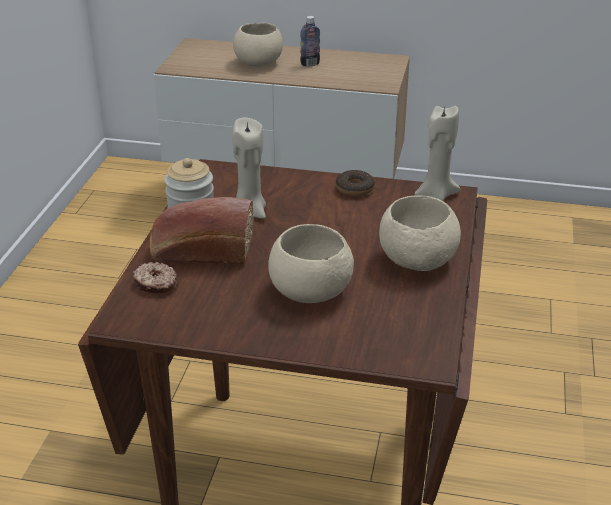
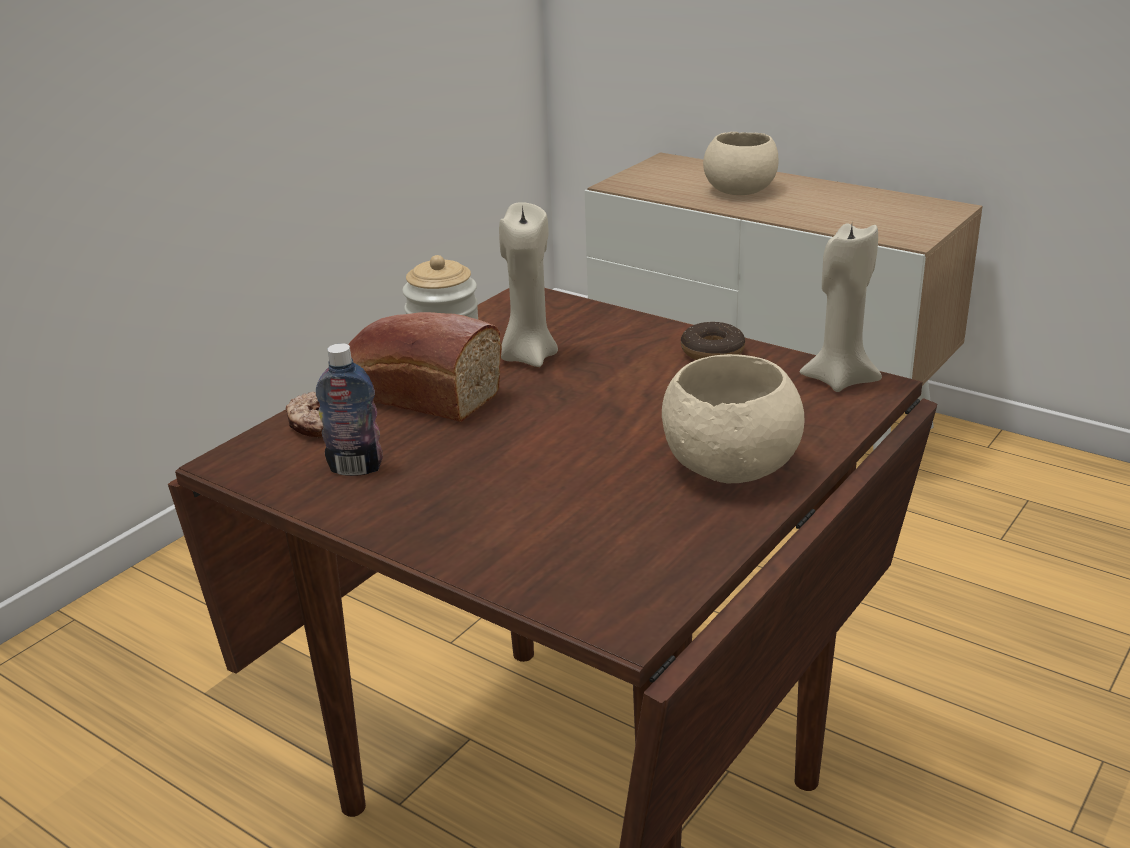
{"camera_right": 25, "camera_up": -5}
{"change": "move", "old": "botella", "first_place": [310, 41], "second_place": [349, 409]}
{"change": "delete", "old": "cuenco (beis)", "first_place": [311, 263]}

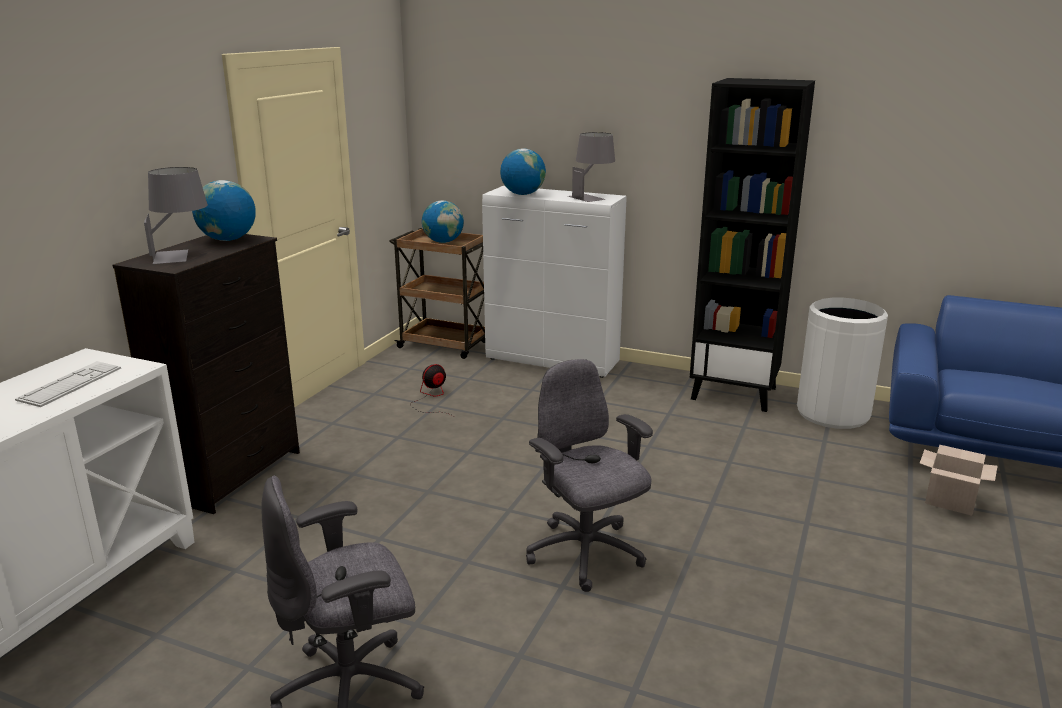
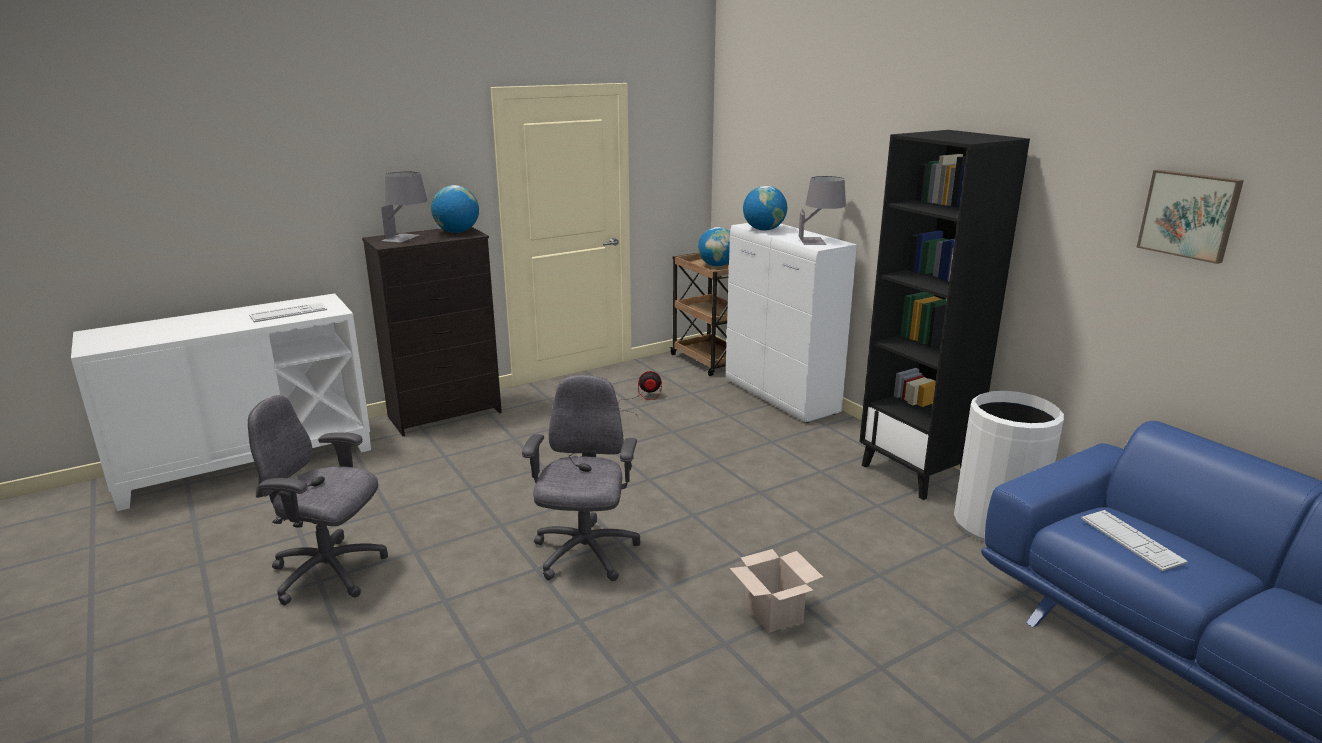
{"camera_right": 35, "camera_up": 0}
{"change": "move", "old": "caja de cartón", "first_place": [959, 480], "second_place": [776, 591]}
{"change": "insert", "new": "cuadro", "second_place": [1190, 217]}
{"change": "insert", "new": "teclado", "second_place": [1134, 540]}

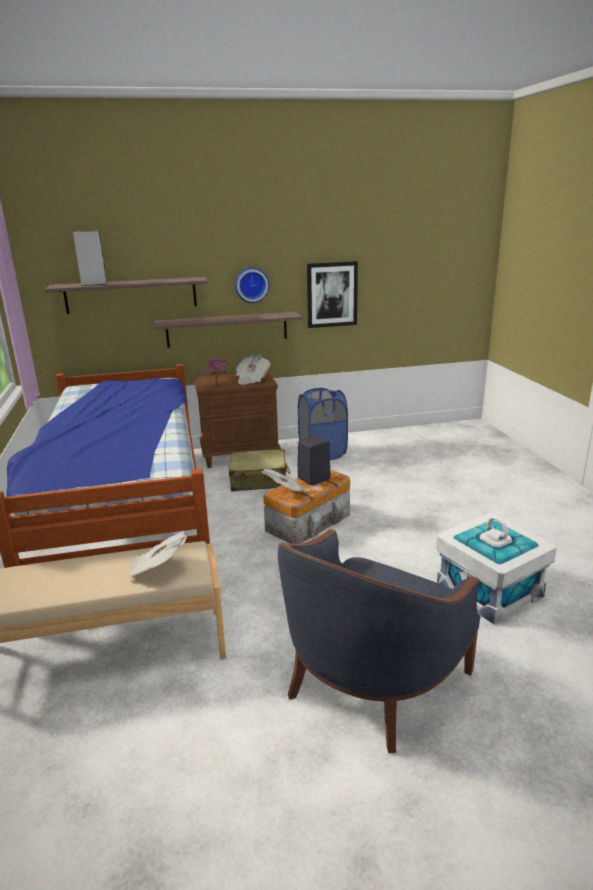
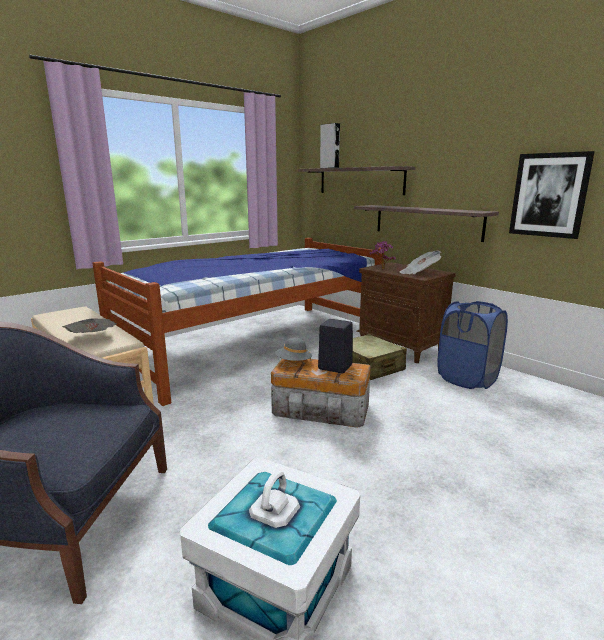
{"camera_right": 60, "camera_up": -5}
{"change": "delete", "old": "reloj de pared", "first_place": [252, 285]}
{"change": "replace", "old": "periódico", "new": "sombrero (gris)", "first_place": [286, 480], "second_place": [293, 349]}

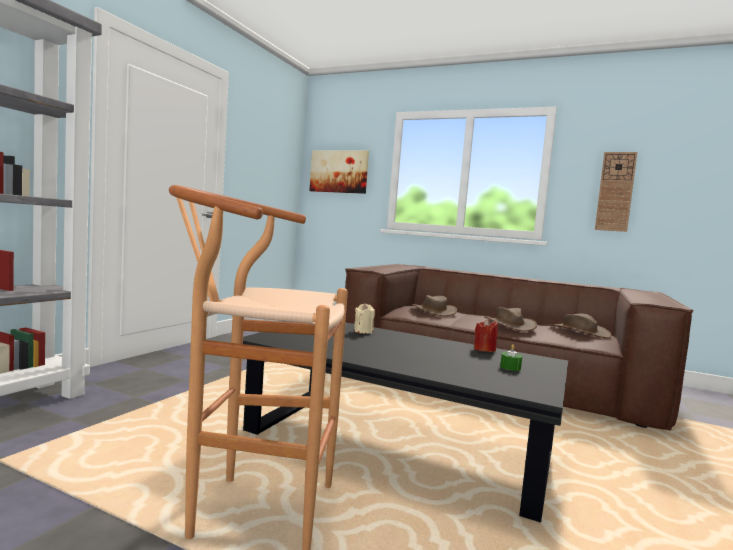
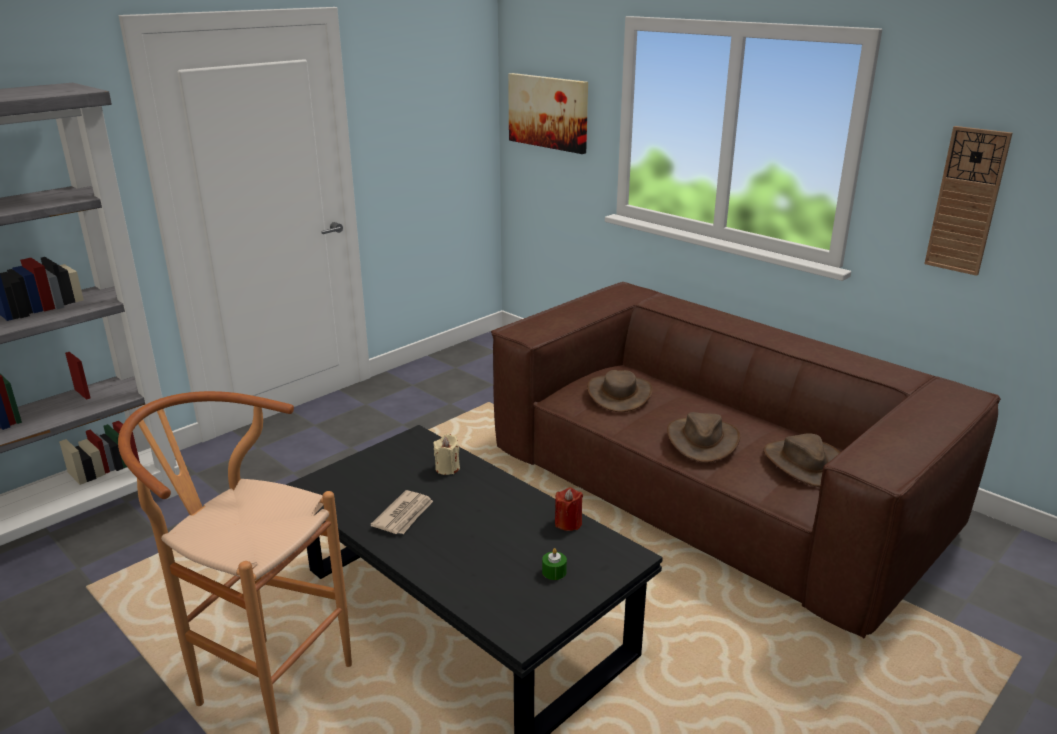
{"camera_right": 20, "camera_up": 20}
{"change": "insert", "new": "periódico", "second_place": [401, 512]}

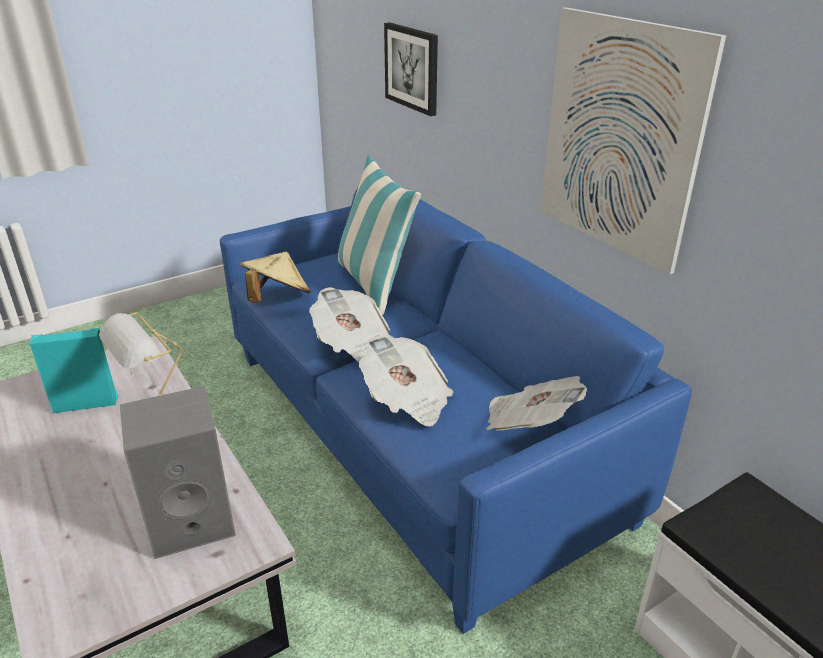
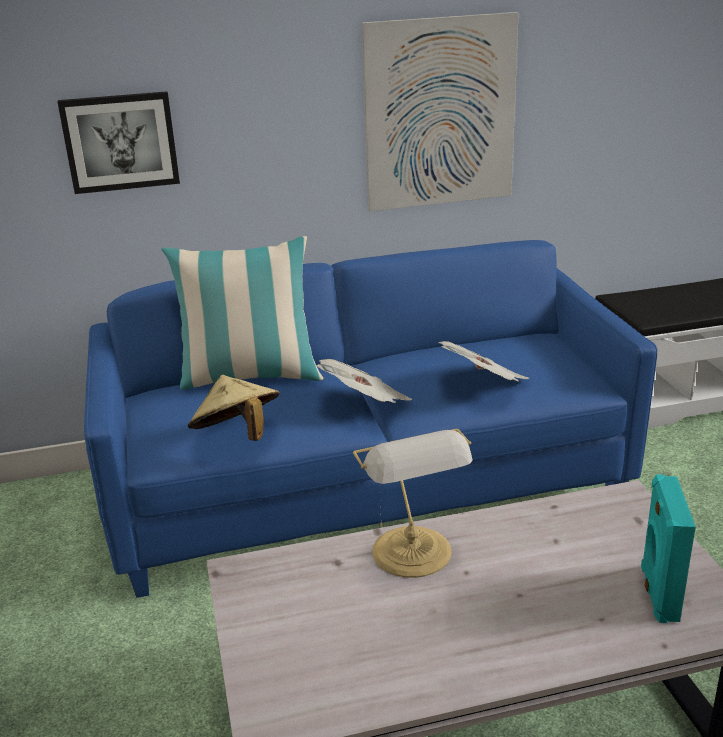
{"camera_right": -70, "camera_up": -5}
{"change": "move", "old": "altavoz (turquesa)", "first_place": [74, 370], "second_place": [668, 548]}
{"change": "delete", "old": "periódico", "first_place": [537, 403]}
{"change": "delete", "old": "altavoz (gris)", "first_place": [178, 472]}

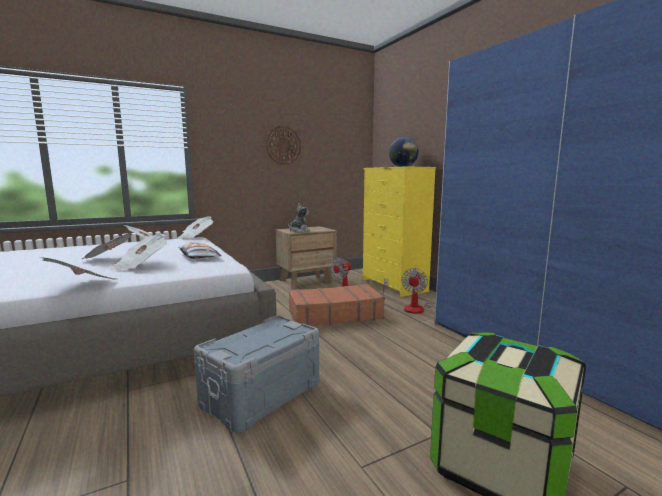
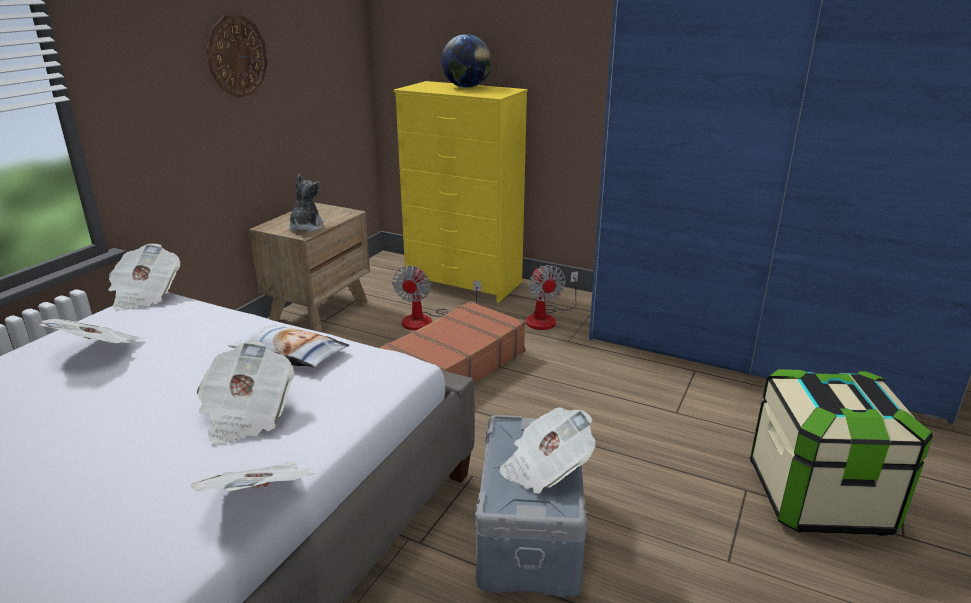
{"camera_right": -35, "camera_up": 15}
{"change": "move", "old": "periódico", "first_place": [107, 246], "second_place": [548, 450]}

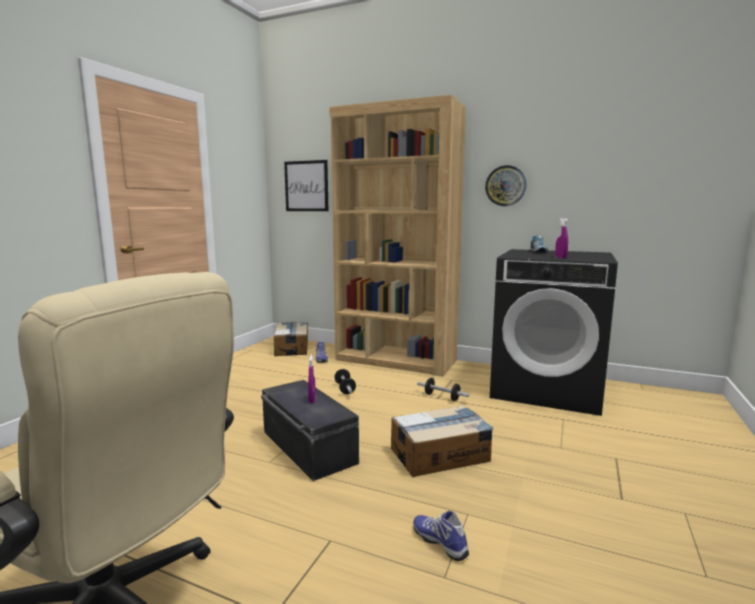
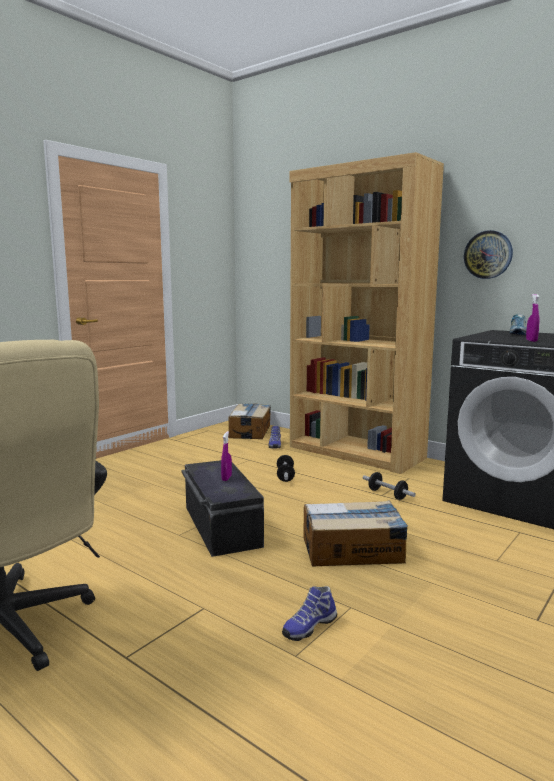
{"camera_right": 15, "camera_up": 0}
{"change": "delete", "old": "cuadro", "first_place": [306, 185]}
{"change": "rotate", "old": "zapato", "first_place": [441, 536], "second_place": [309, 613], "degrees": -105}

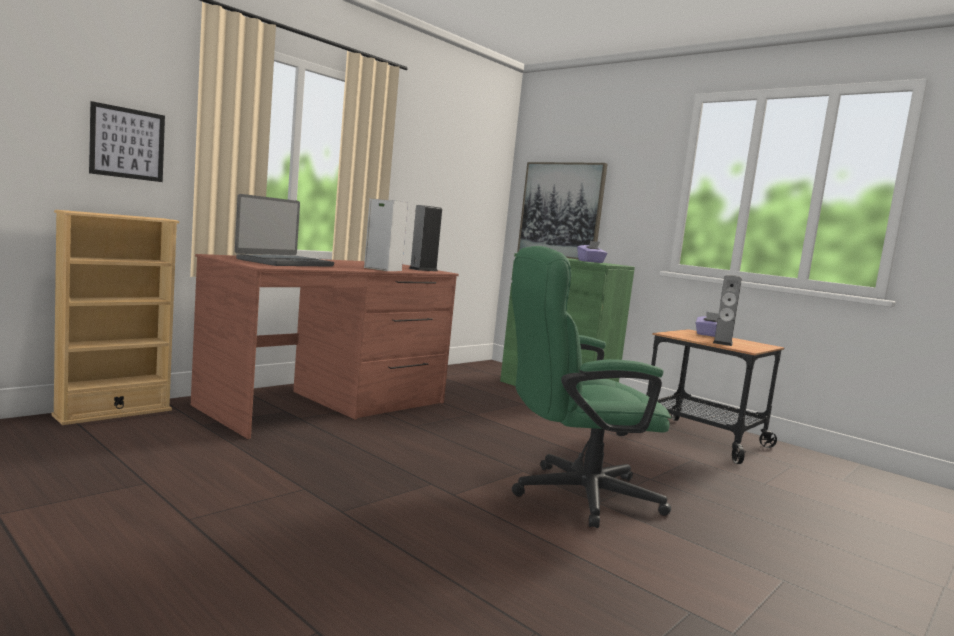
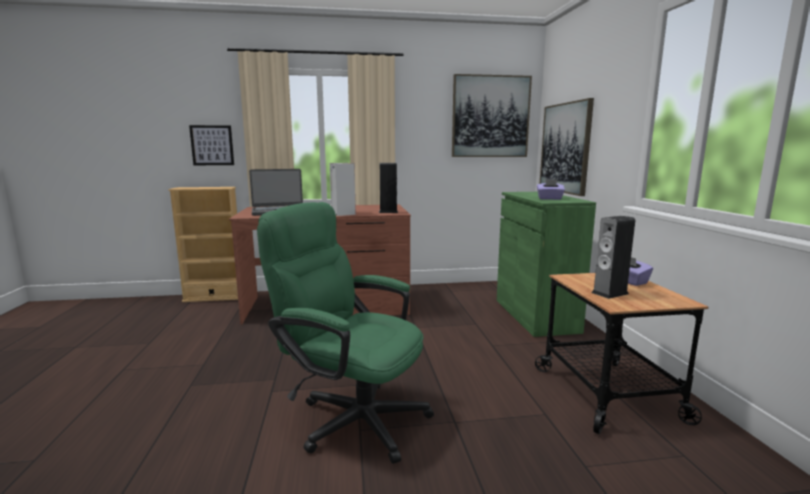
{"camera_right": 40, "camera_up": 5}
{"change": "insert", "new": "cuadro", "second_place": [492, 115]}

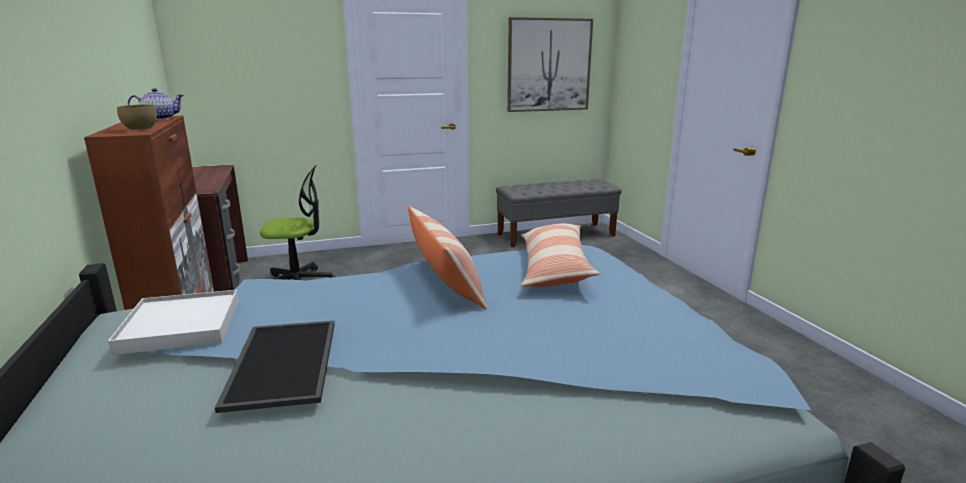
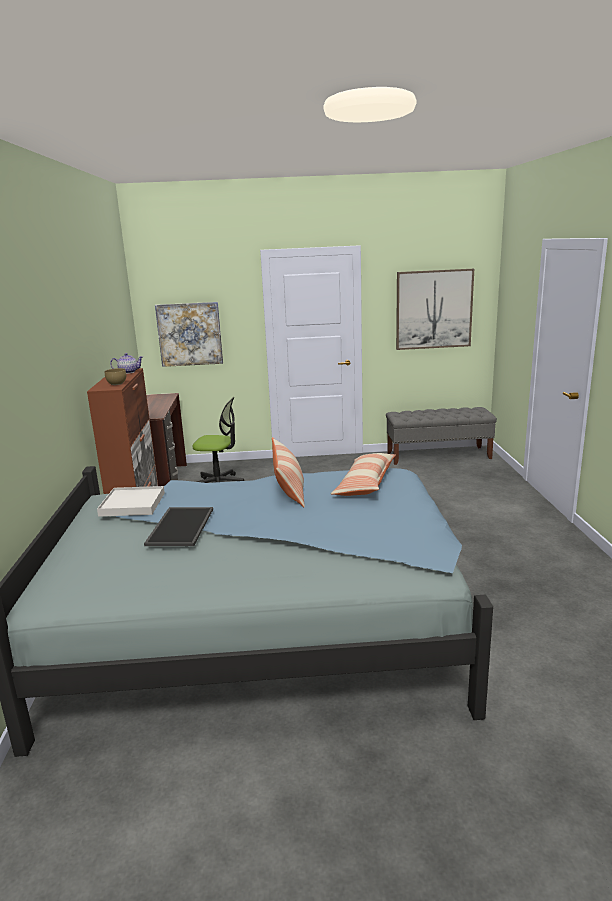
{"camera_right": 15, "camera_up": 0}
{"change": "insert", "new": "cuadro", "second_place": [189, 334]}

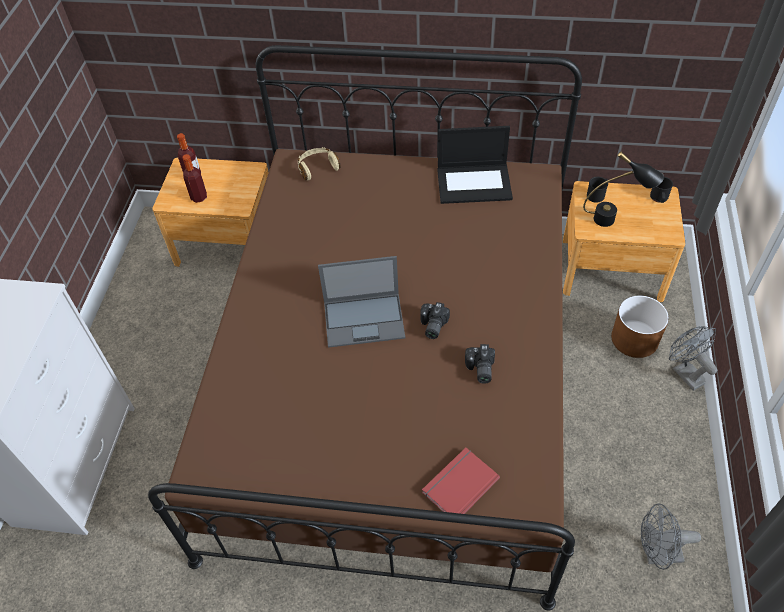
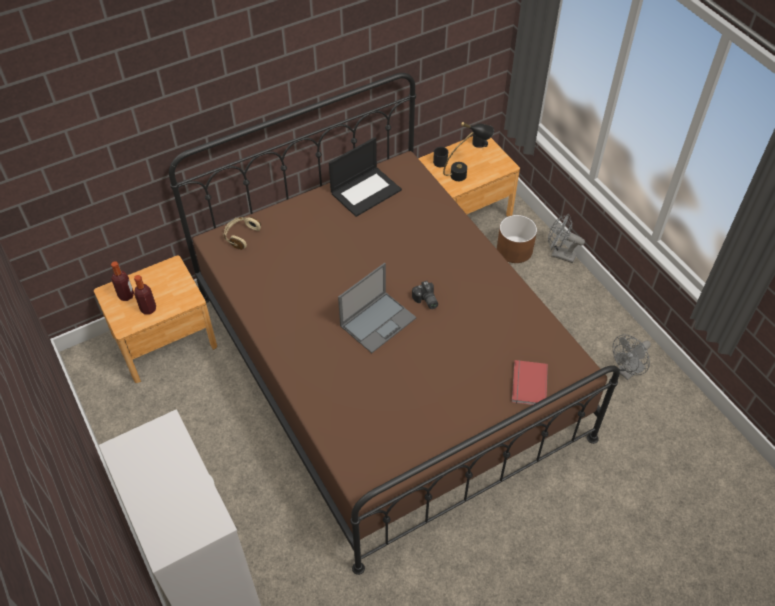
{"camera_right": -40, "camera_up": 0}
{"change": "delete", "old": "cámara", "first_place": [480, 364]}

